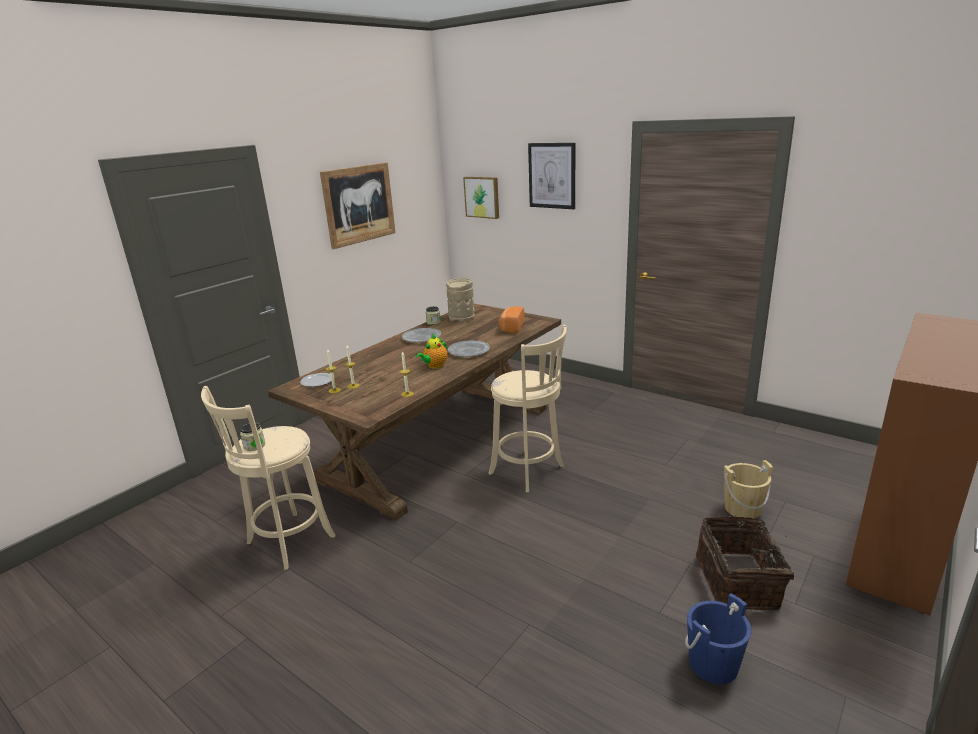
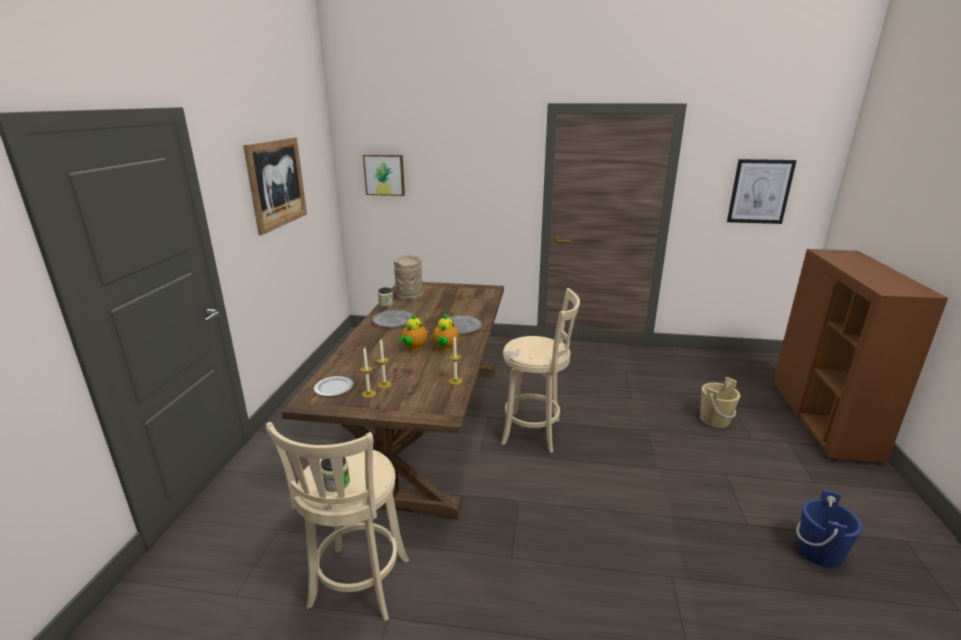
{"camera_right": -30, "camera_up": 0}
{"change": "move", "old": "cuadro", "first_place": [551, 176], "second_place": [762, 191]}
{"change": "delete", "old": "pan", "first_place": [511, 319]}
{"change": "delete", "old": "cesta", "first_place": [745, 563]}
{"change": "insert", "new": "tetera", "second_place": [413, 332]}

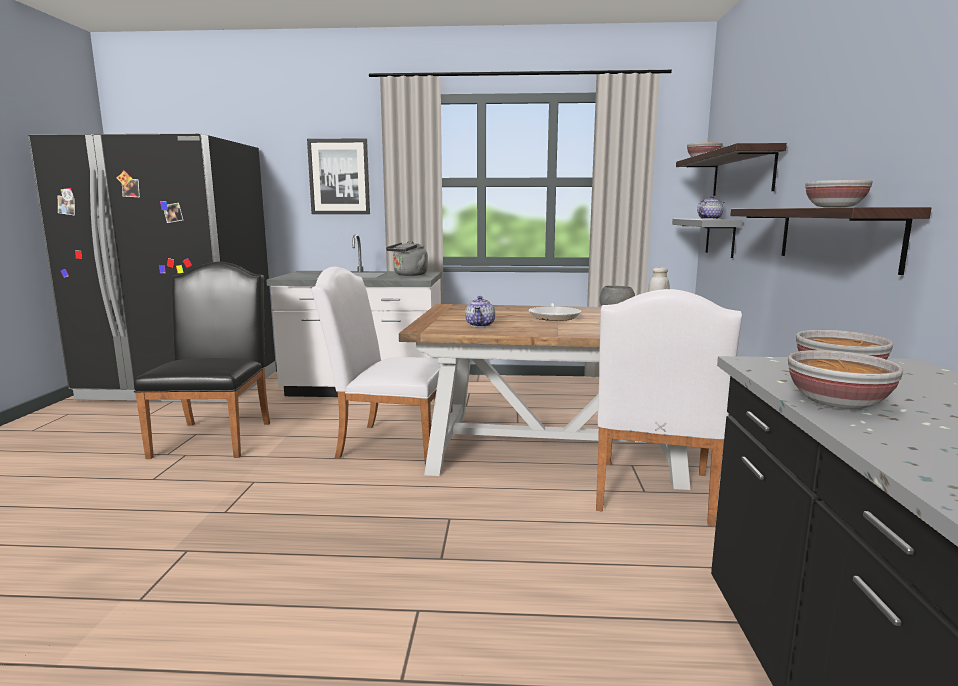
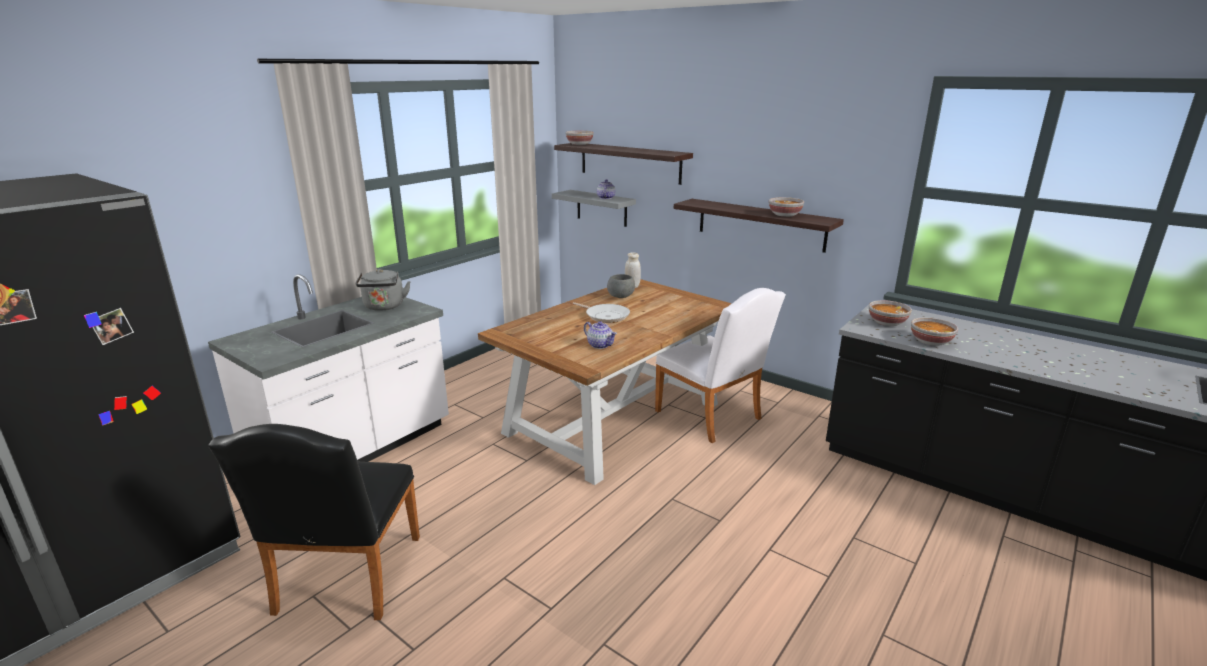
{"camera_right": -55, "camera_up": 10}
{"change": "delete", "old": "cuadro", "first_place": [338, 176]}
{"change": "rotate", "old": "silla (negro)", "first_place": [202, 360], "second_place": [314, 522], "degrees": -120}
{"change": "delete", "old": "silla (blanco)", "first_place": [381, 366]}

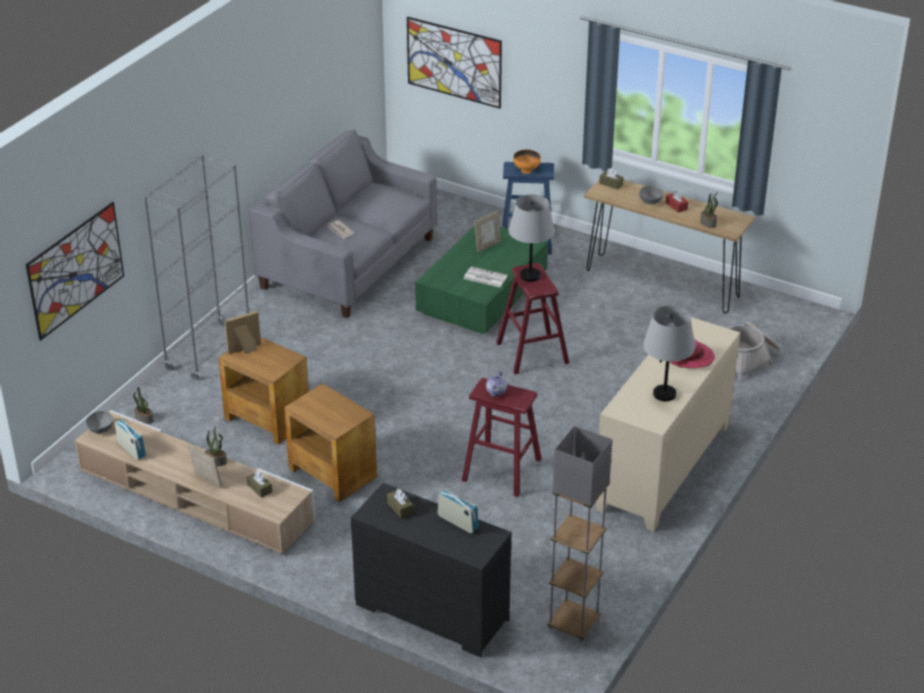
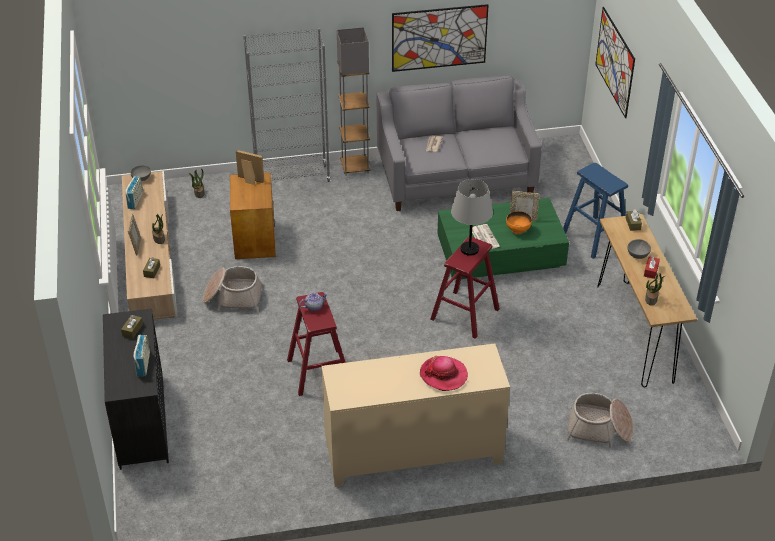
{"camera_right": 50, "camera_up": 5}
{"change": "move", "old": "cuenco (naranja)", "first_place": [527, 162], "second_place": [519, 223]}
{"change": "move", "old": "cuadro", "first_place": [74, 271], "second_place": [440, 38]}
{"change": "delete", "old": "lámpara de mesa (gris)", "first_place": [669, 353]}
{"change": "replace", "old": "mesa auxiliar (marrón)", "new": "cesta", "first_place": [330, 442], "second_place": [233, 289]}
{"change": "move", "old": "lámpara de pie (gris)", "first_place": [580, 534], "second_place": [353, 101]}

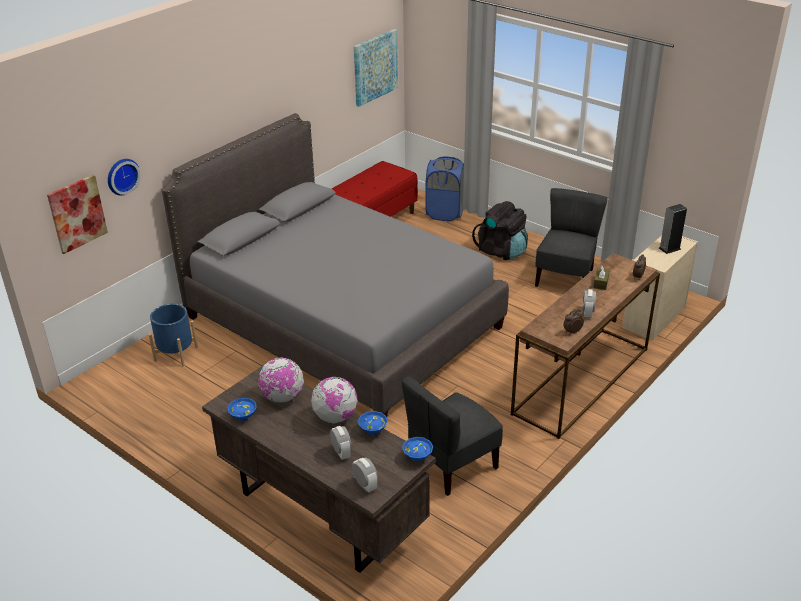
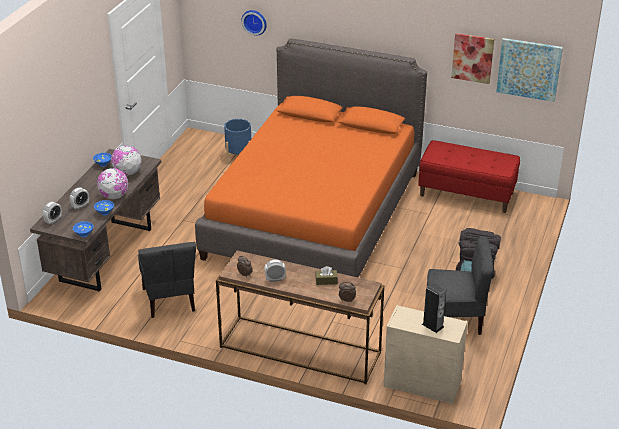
{"camera_right": 70, "camera_up": 0}
{"change": "recolor", "old": "cama (gris)", "new": "cama (naranja)", "first_place": [335, 265], "second_place": [311, 158]}
{"change": "delete", "old": "cesto de la ropa (azul)", "first_place": [444, 188]}
{"change": "move", "old": "cuadro", "first_place": [77, 214], "second_place": [472, 58]}
{"change": "rotate", "old": "silla (gris)", "first_place": [452, 436], "second_place": [167, 280], "degrees": -135}

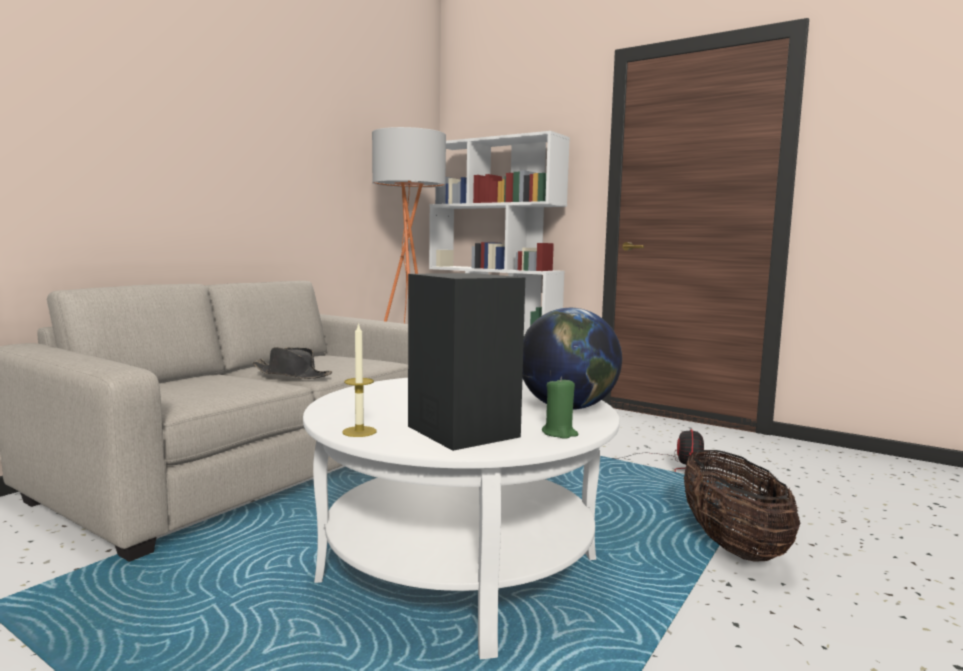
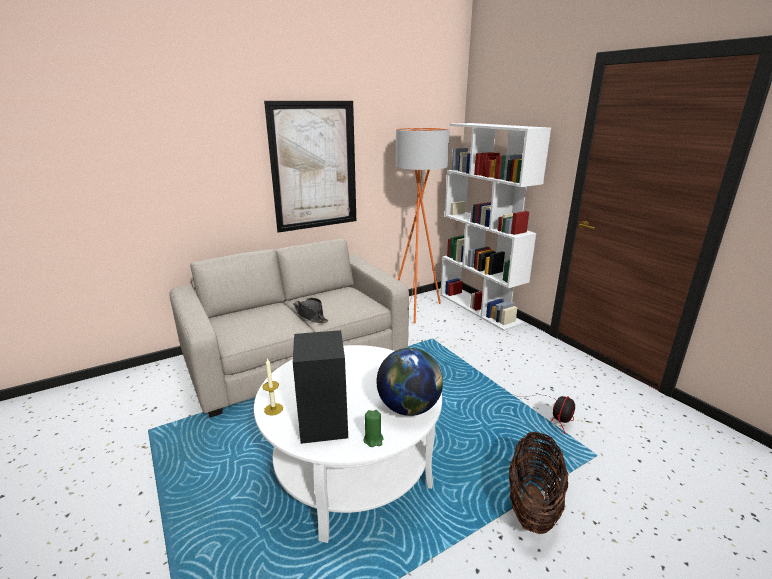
{"camera_right": 25, "camera_up": 15}
{"change": "insert", "new": "cuadro", "second_place": [310, 166]}

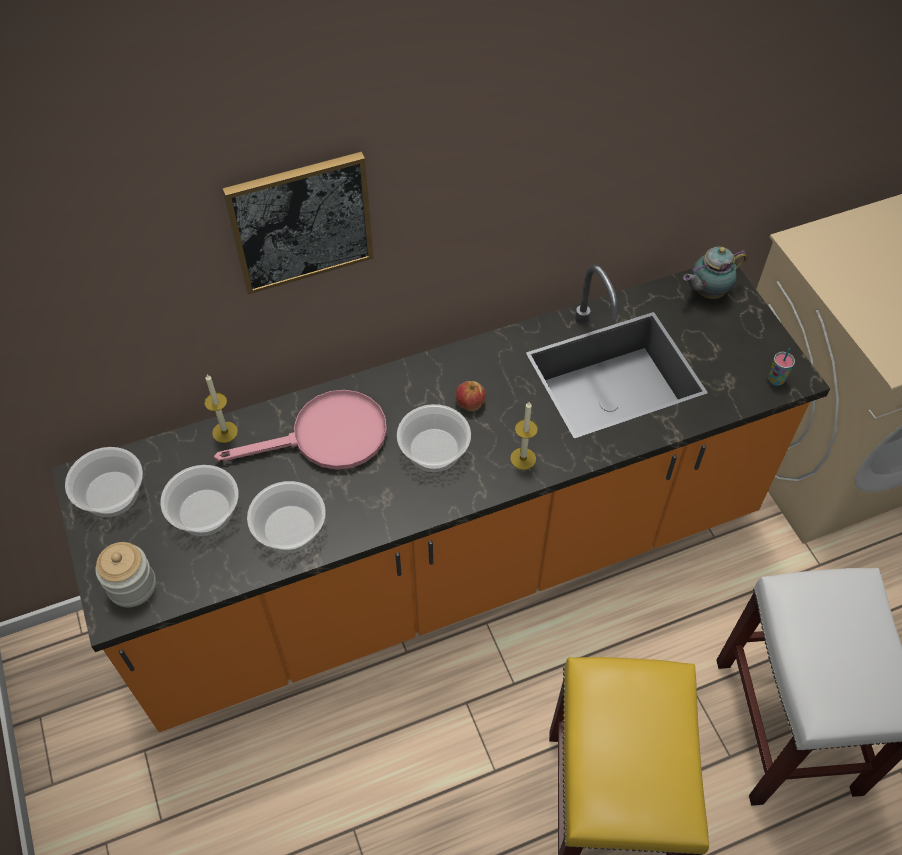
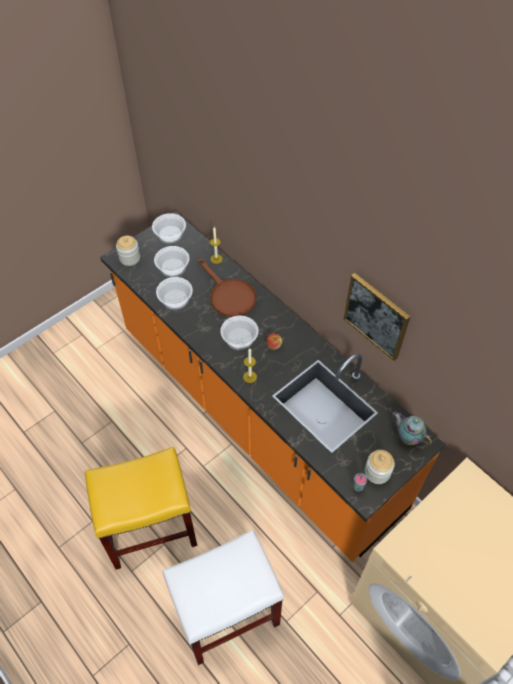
{"camera_right": 70, "camera_up": 0}
{"change": "move", "old": "cuadro", "first_place": [298, 223], "second_place": [377, 317]}
{"change": "recolor", "old": "sartén (rosa)", "new": "sartén (marrón)", "first_place": [300, 430], "second_place": [227, 287]}
{"change": "insert", "new": "tarro", "second_place": [380, 467]}

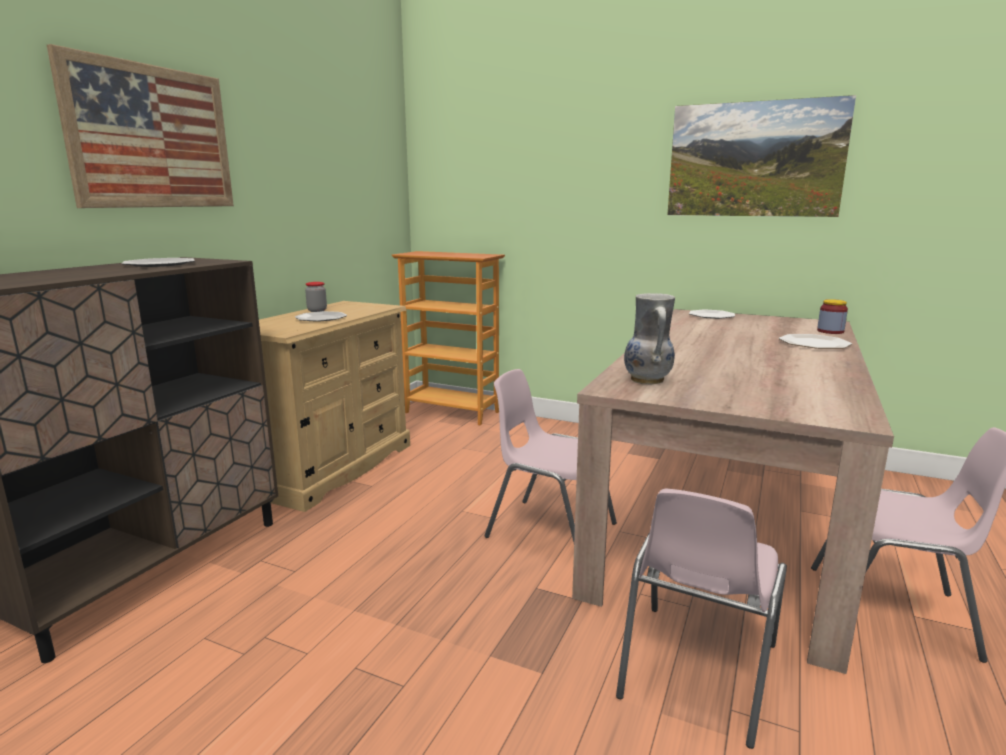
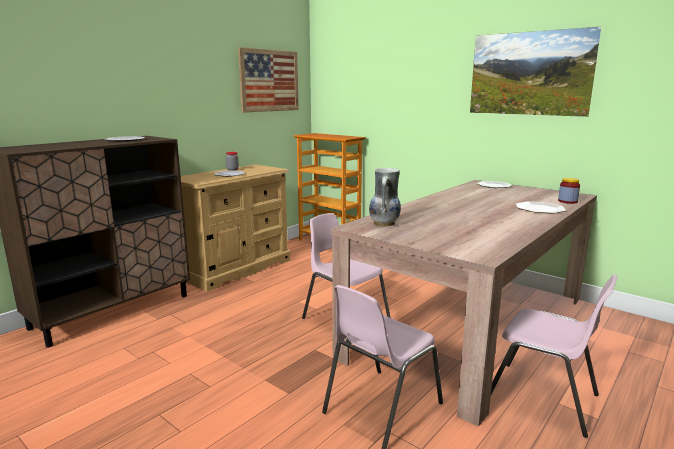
{"camera_right": 15, "camera_up": 0}
{"change": "move", "old": "cuadro", "first_place": [140, 126], "second_place": [268, 80]}

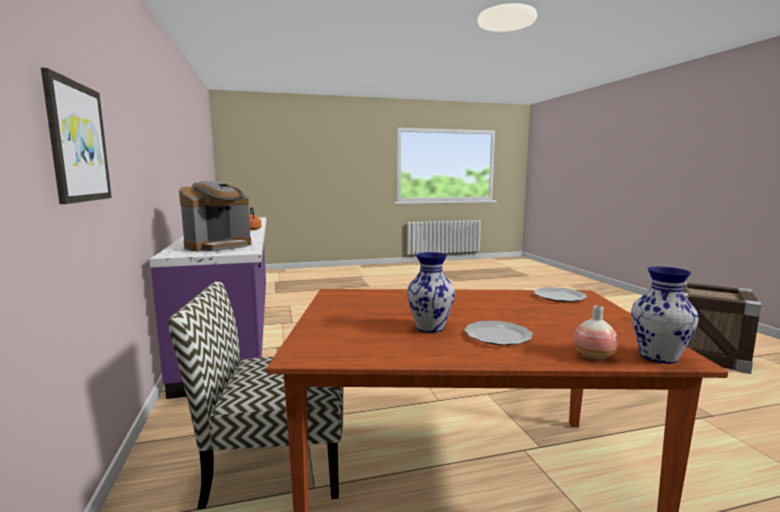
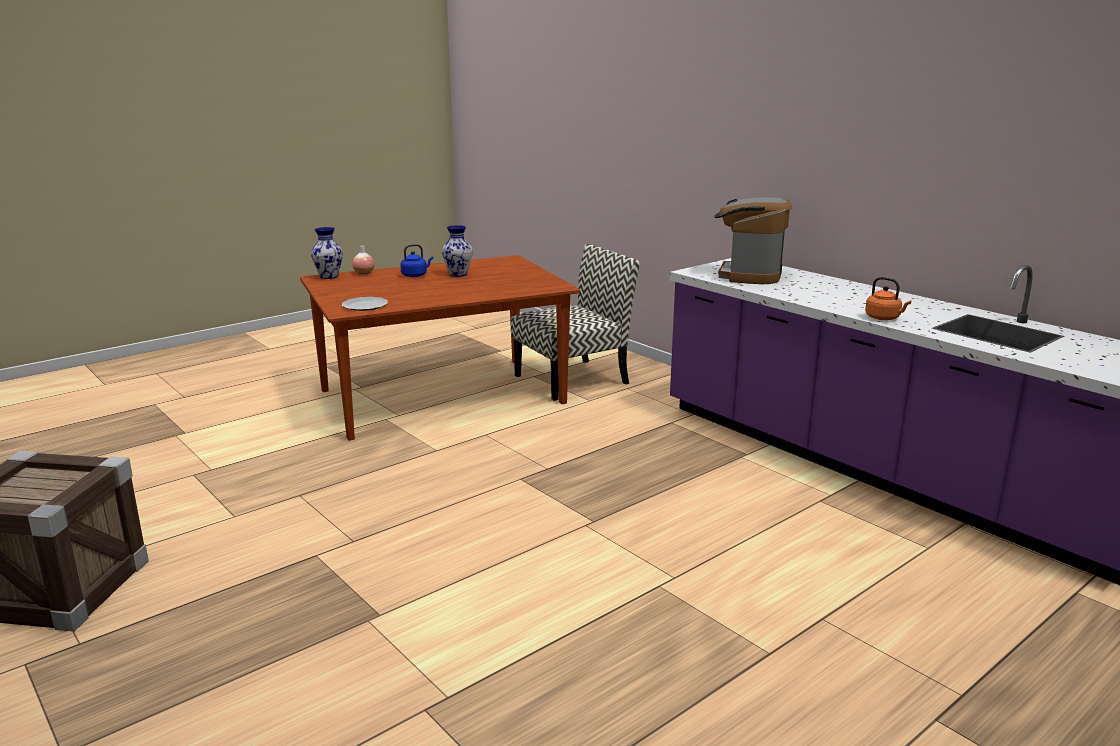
{"camera_right": 155, "camera_up": 10}
{"change": "delete", "old": "cuadro", "first_place": [76, 136]}
{"change": "replace", "old": "plato", "new": "hervidor (azul)", "first_place": [498, 333], "second_place": [416, 260]}

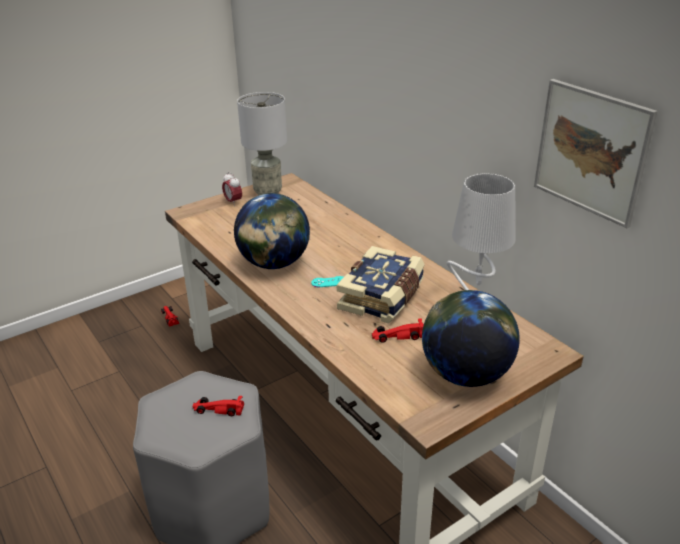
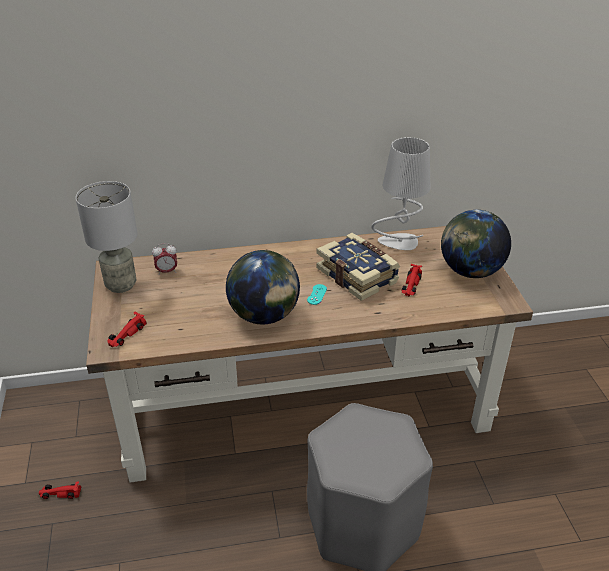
{"camera_right": -65, "camera_up": 5}
{"change": "delete", "old": "cuadro", "first_place": [596, 153]}
{"change": "move", "old": "despertador", "first_place": [232, 189], "second_place": [164, 258]}
{"change": "move", "old": "coche de juguete (rojo)", "first_place": [218, 406], "second_place": [127, 329]}

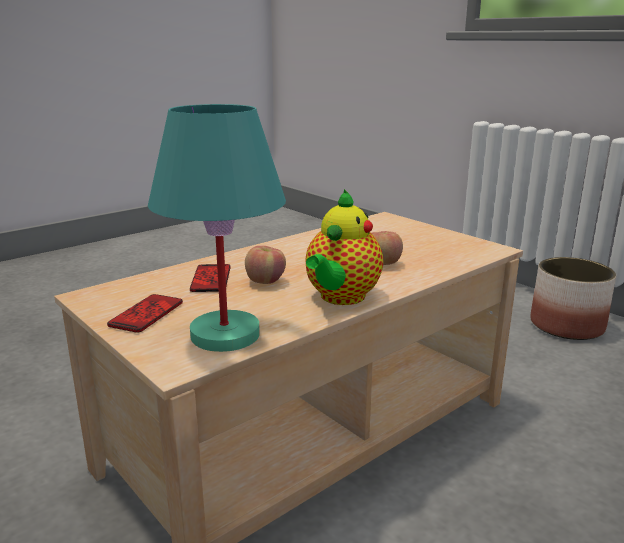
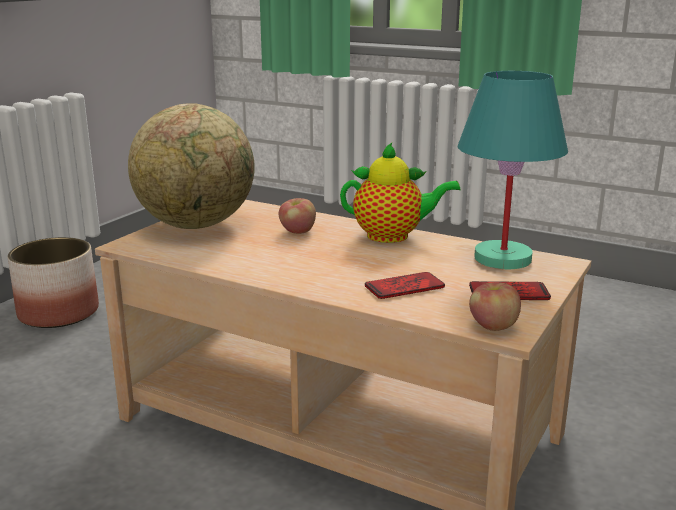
{"camera_right": -110, "camera_up": 0}
{"change": "move", "old": "manzana", "first_place": [265, 265], "second_place": [495, 306]}
{"change": "insert", "new": "globo terráqueo", "second_place": [191, 166]}

